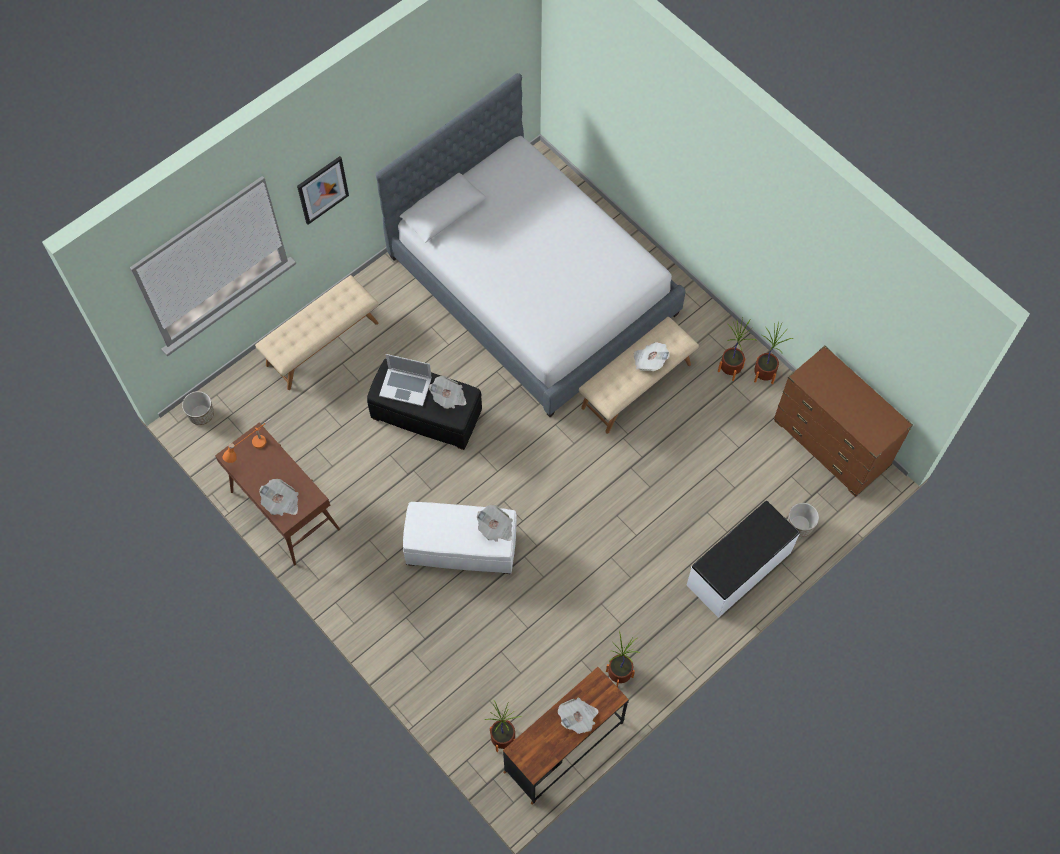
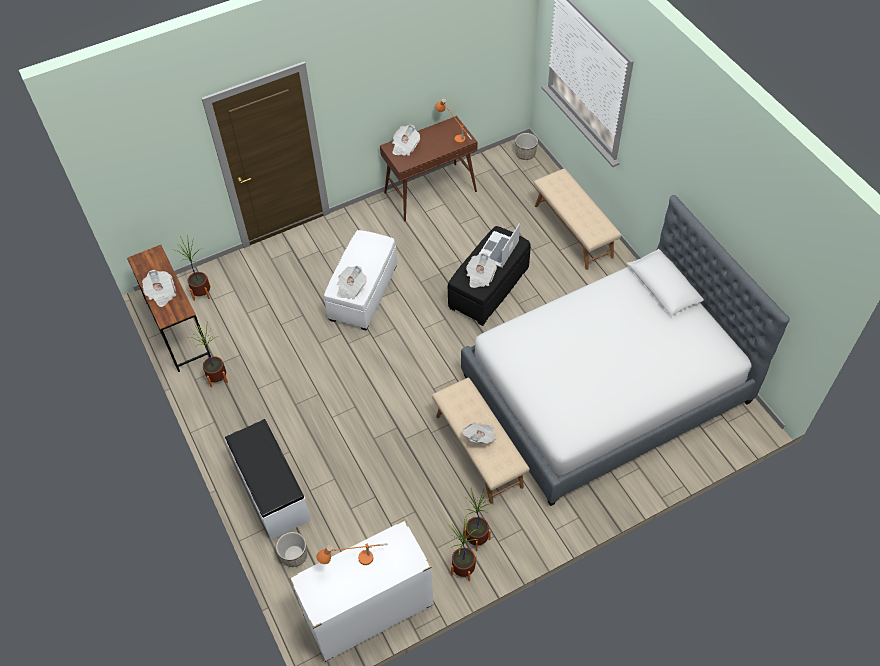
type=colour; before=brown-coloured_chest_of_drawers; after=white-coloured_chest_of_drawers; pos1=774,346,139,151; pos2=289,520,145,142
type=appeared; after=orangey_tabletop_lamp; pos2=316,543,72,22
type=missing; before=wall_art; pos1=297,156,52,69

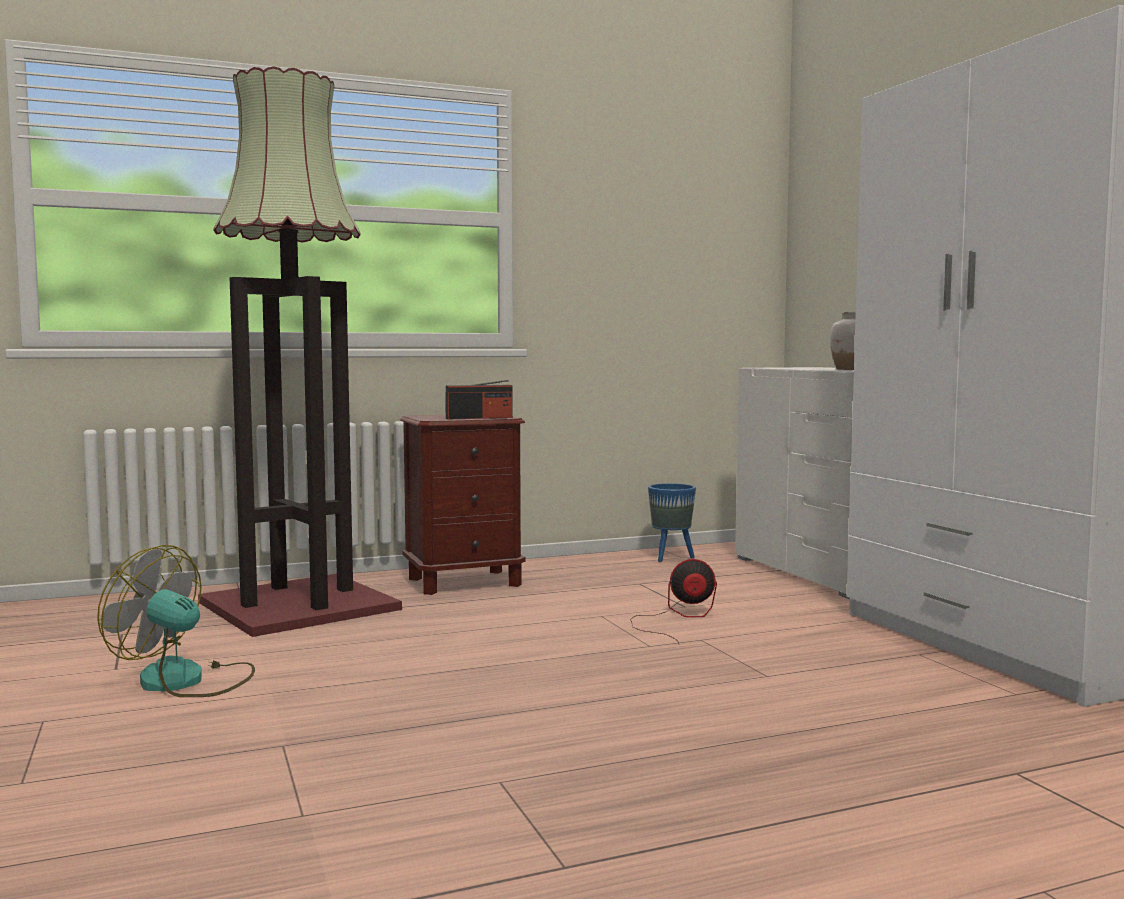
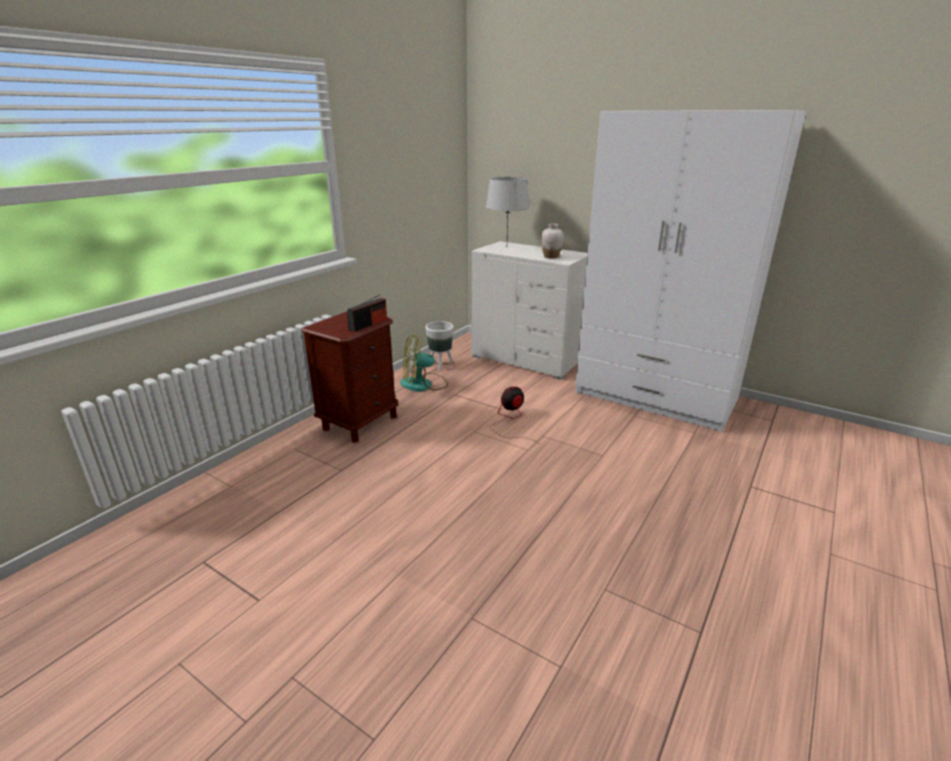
type=relocated; before=electric_fan; pos1=97,545,158,152; pos2=400,335,48,57
type=colour; before=bluish_planter; after=white-coloured_planter; pos1=648,483,48,79; pos2=425,321,29,50
type=appeared; after=gray_tabletop_lamp; pos2=486,177,44,57
type=missing; before=standing_lamp; pos1=198,66,204,571

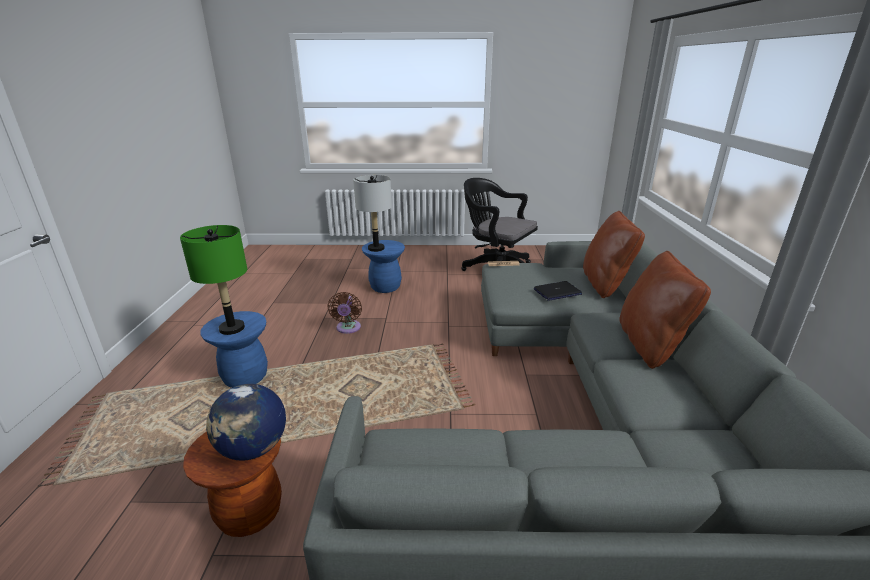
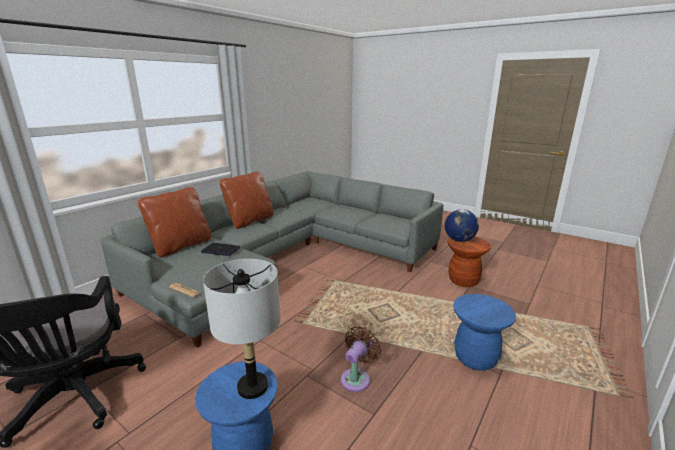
type=missing; before=greenish_tabletop_lamp; pos1=180,225,67,110

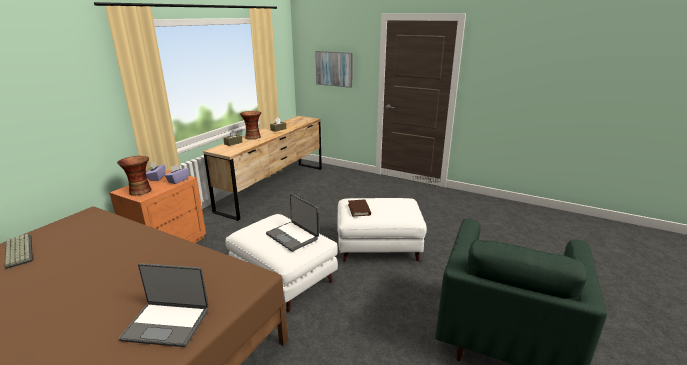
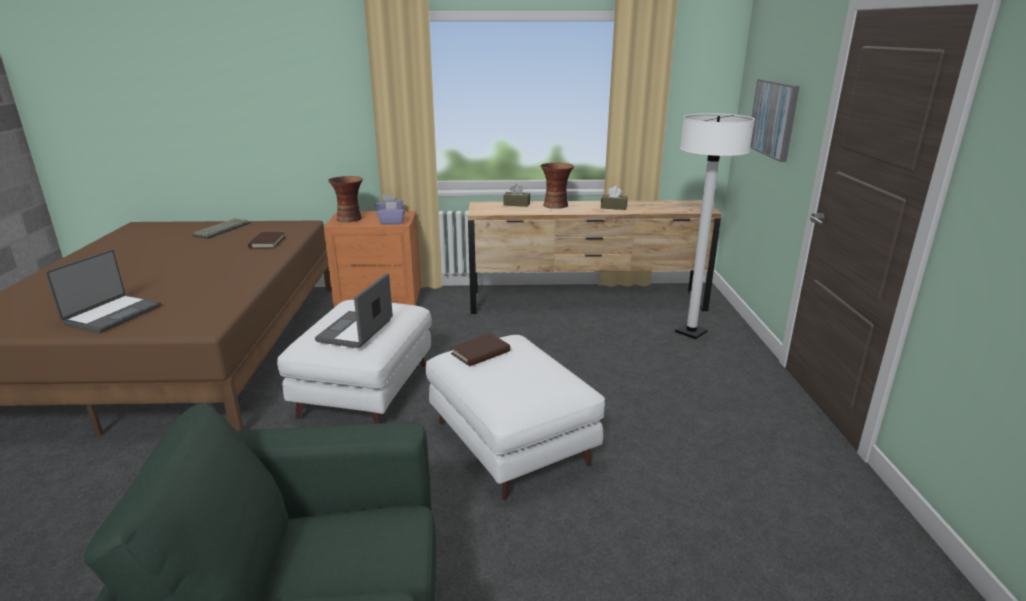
type=spun; before=portable_computer; pos1=119,263,90,84; pos2=45,250,116,83; turn=-135
type=appeared; after=brown-coloured_bound_book; pos2=248,232,37,17
type=appeared; after=white-coloured_standing_lamp; pos2=675,113,80,226

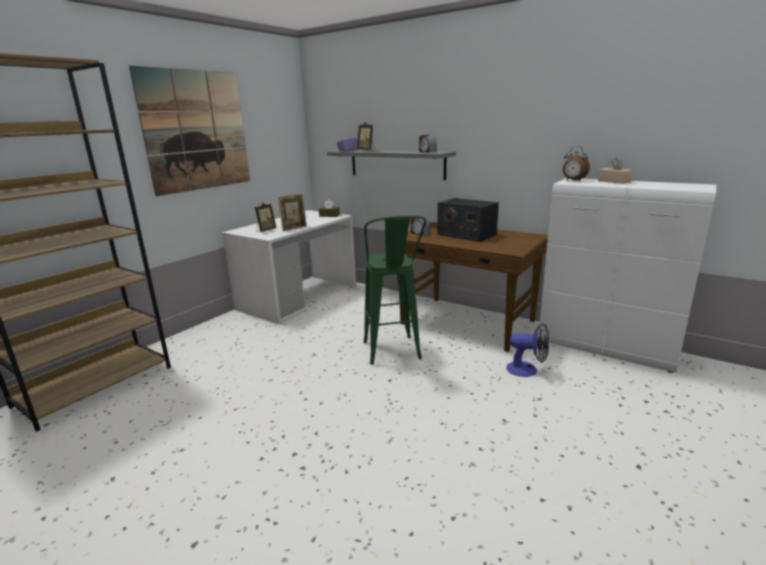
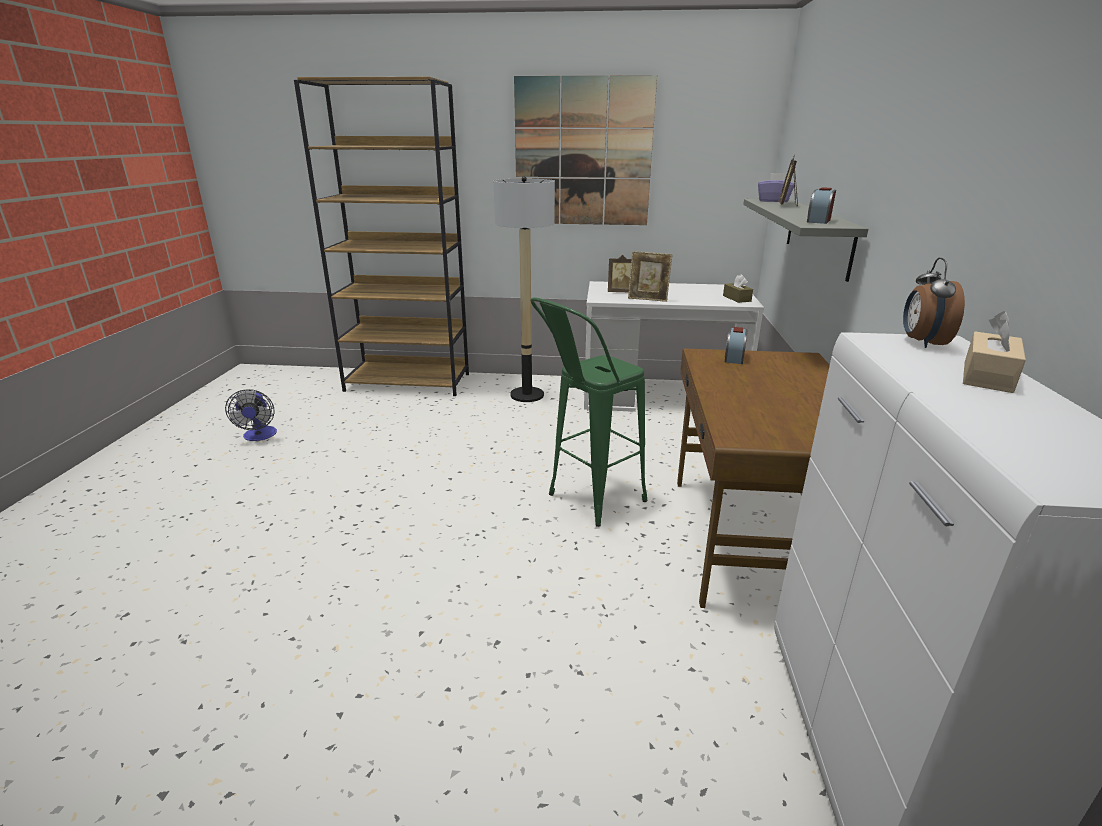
type=relocated; before=electric_fan; pos1=506,323,43,54; pos2=225,389,52,52
type=appeared; after=standing_lamp; pos2=493,176,62,226
type=missing; before=radio; pos1=437,198,62,44

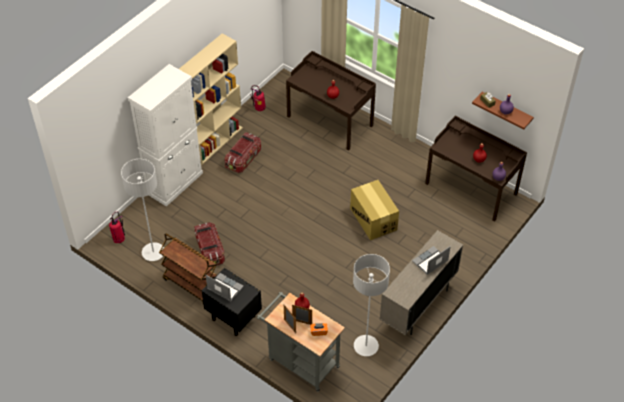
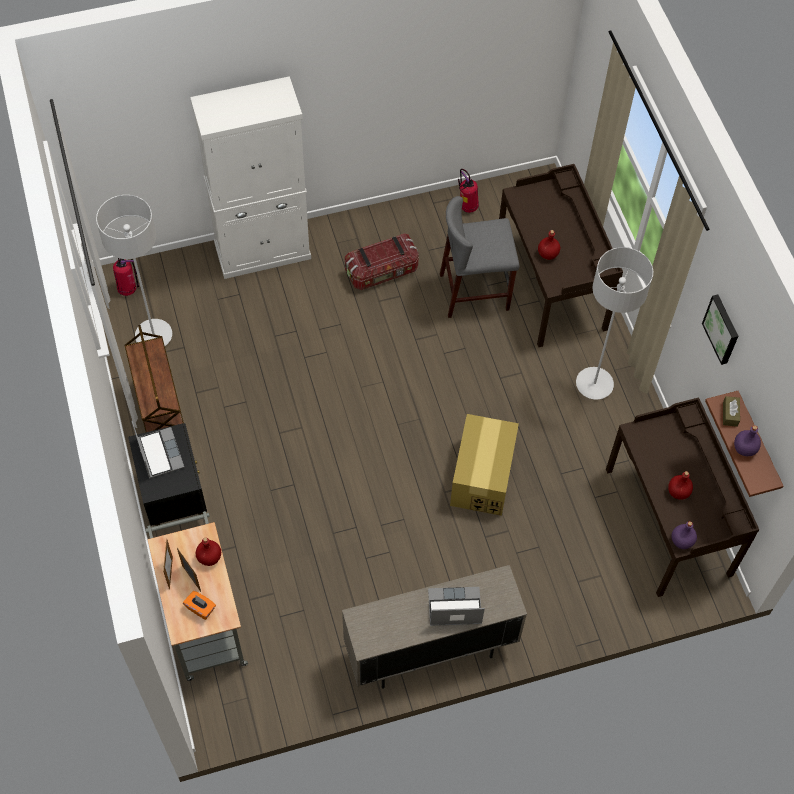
type=appeared; after=gray_sitting_stool; pos2=440,196,79,122
type=relocated; before=gray_standing_lamp; pos1=353,254,37,102; pos2=576,247,77,153
type=appeared; after=wall_art; pos2=702,295,36,70
type=missing; before=beige-coloured_bookshelf; pos1=179,34,64,131
type=missing; before=storage_bin; pos1=194,222,31,43

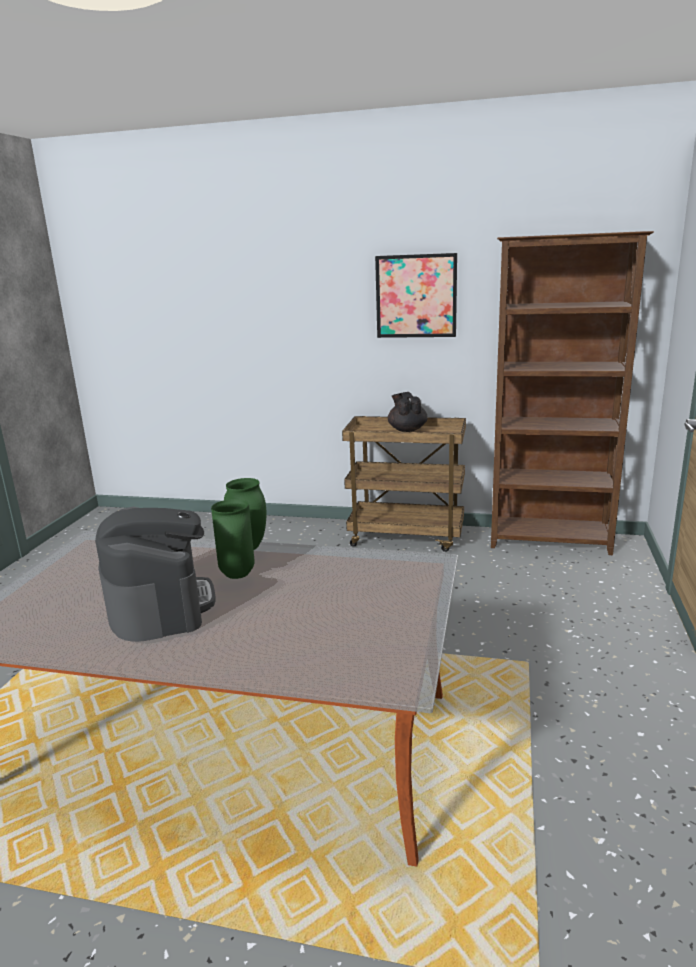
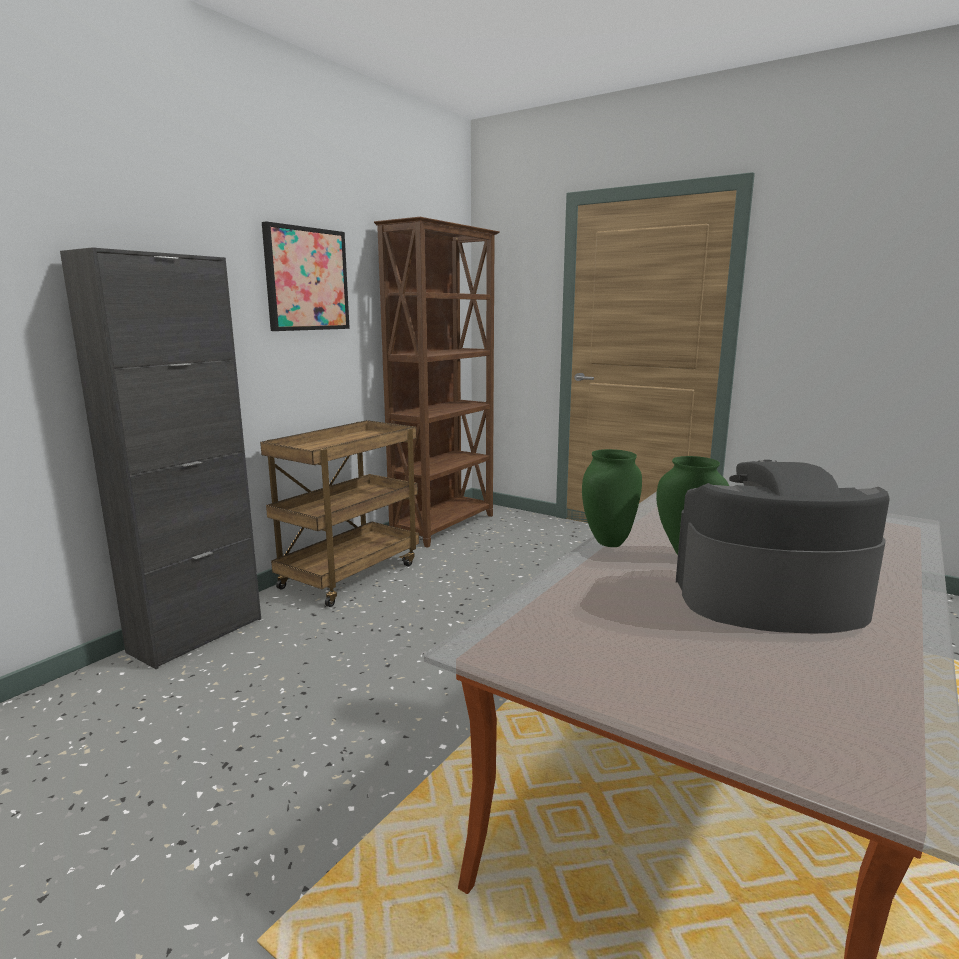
type=appeared; after=black-coloured_cupboard; pos2=60,247,201,422
type=missing; before=black-coloured_teapot; pos1=388,392,40,40

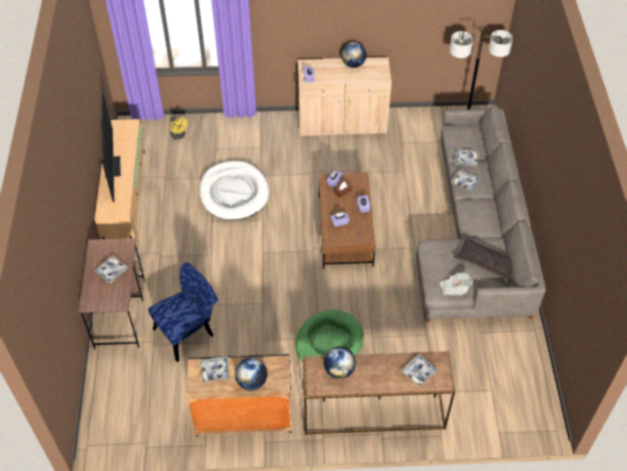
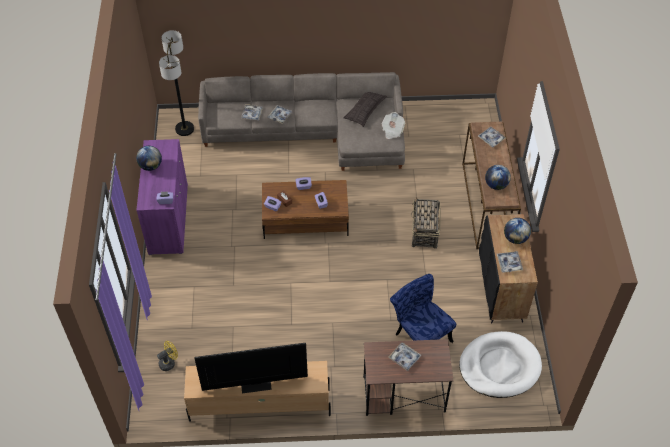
type=colour; before=beige-coloured_cupboard; after=purple-coloured_cupboard; pos1=298,57,94,79; pos2=136,139,52,116
type=exchanged; before=greenish_dog_bed; after=basket; pos1=295,310,69,52; pos2=411,197,30,52
type=relocated; before=white-coloured_dog_bed; pos1=199,161,70,59; pos2=459,331,83,67

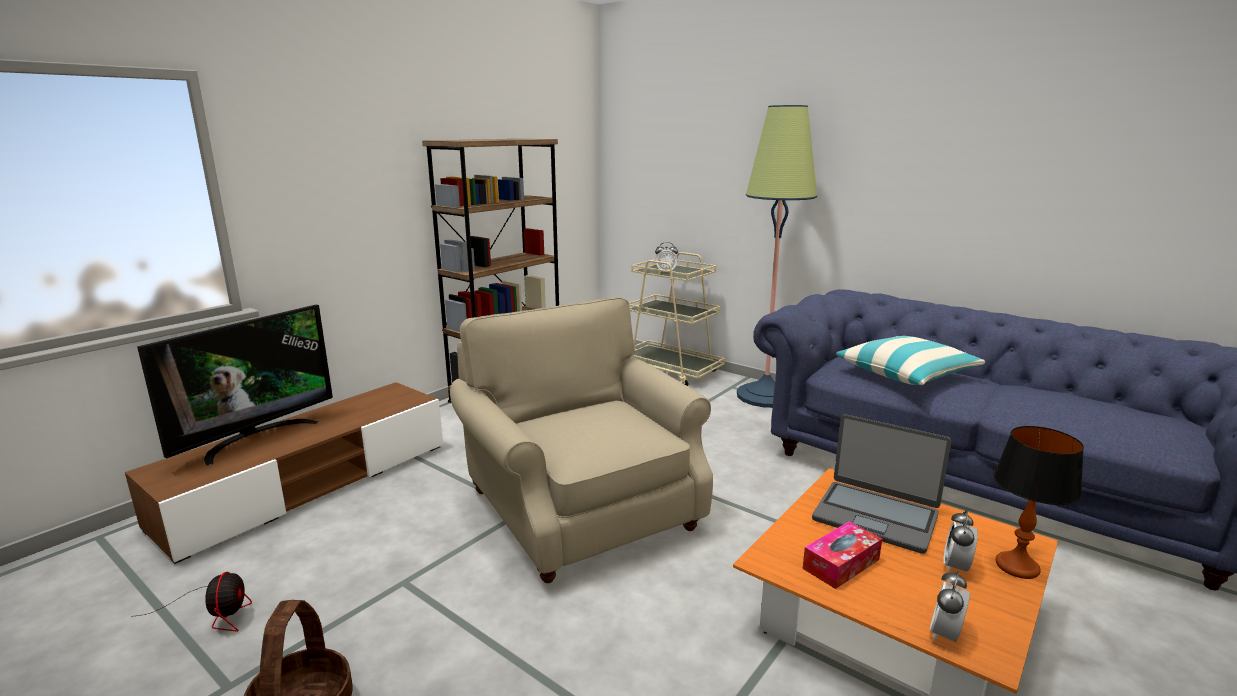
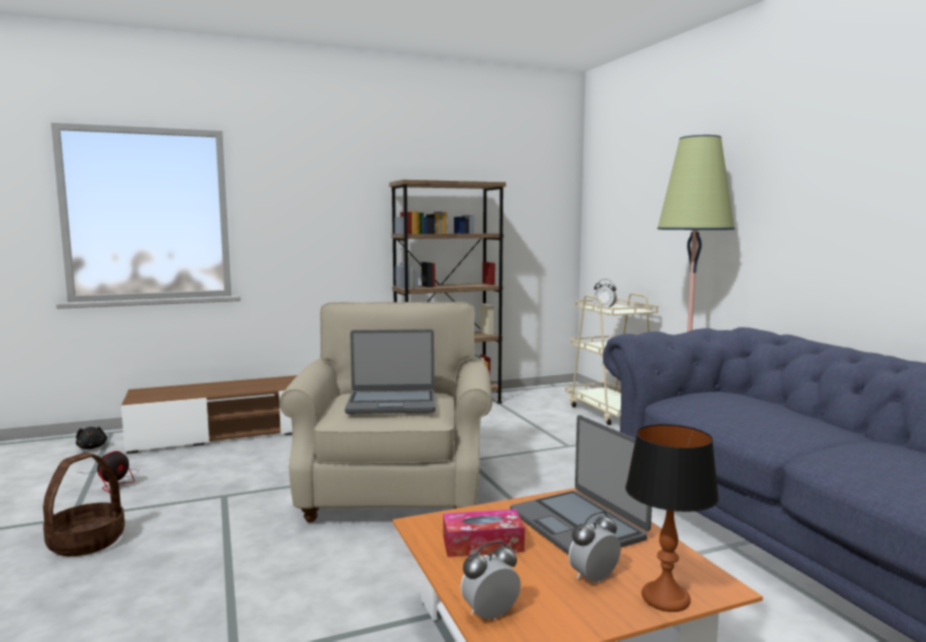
type=appeared; after=black-coloured_cuddly_toy; pos2=76,427,31,22
type=appeared; after=portable_computer; pos2=345,329,91,85
type=missing; before=TV; pos1=137,305,196,161
type=missing; before=cushion; pos1=836,336,149,49

